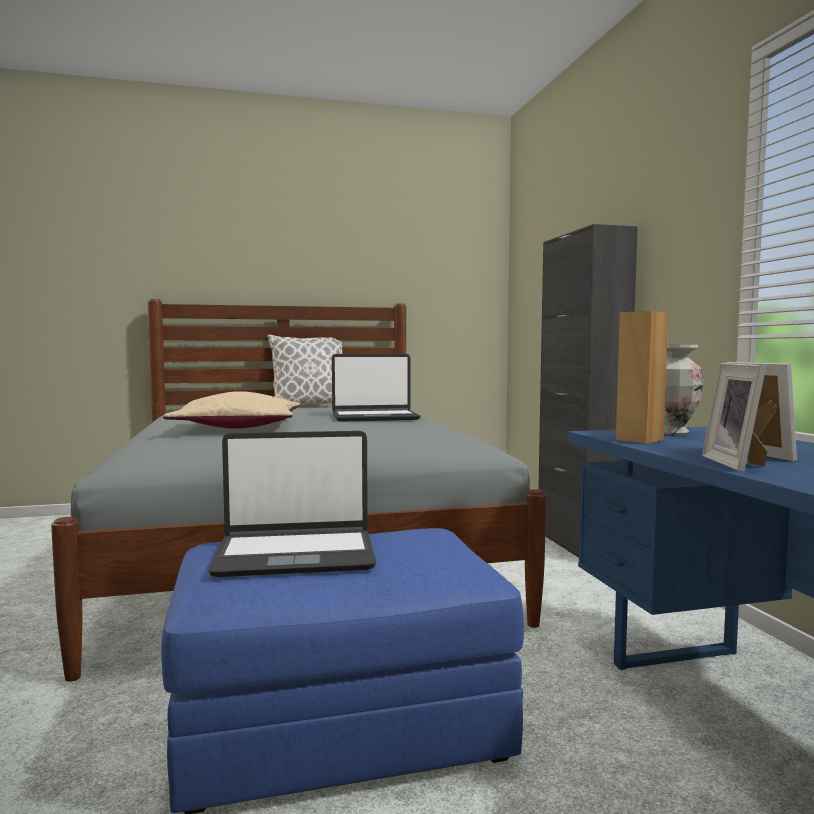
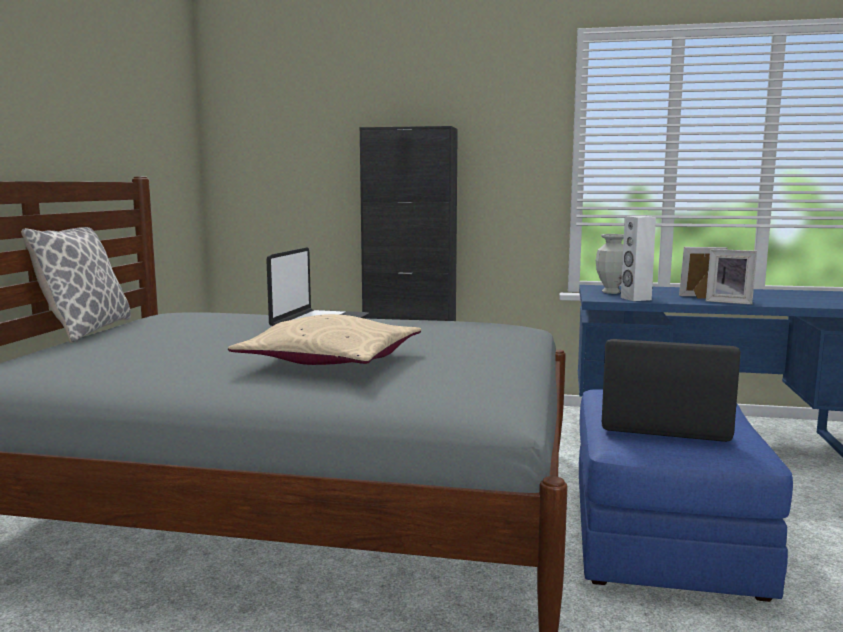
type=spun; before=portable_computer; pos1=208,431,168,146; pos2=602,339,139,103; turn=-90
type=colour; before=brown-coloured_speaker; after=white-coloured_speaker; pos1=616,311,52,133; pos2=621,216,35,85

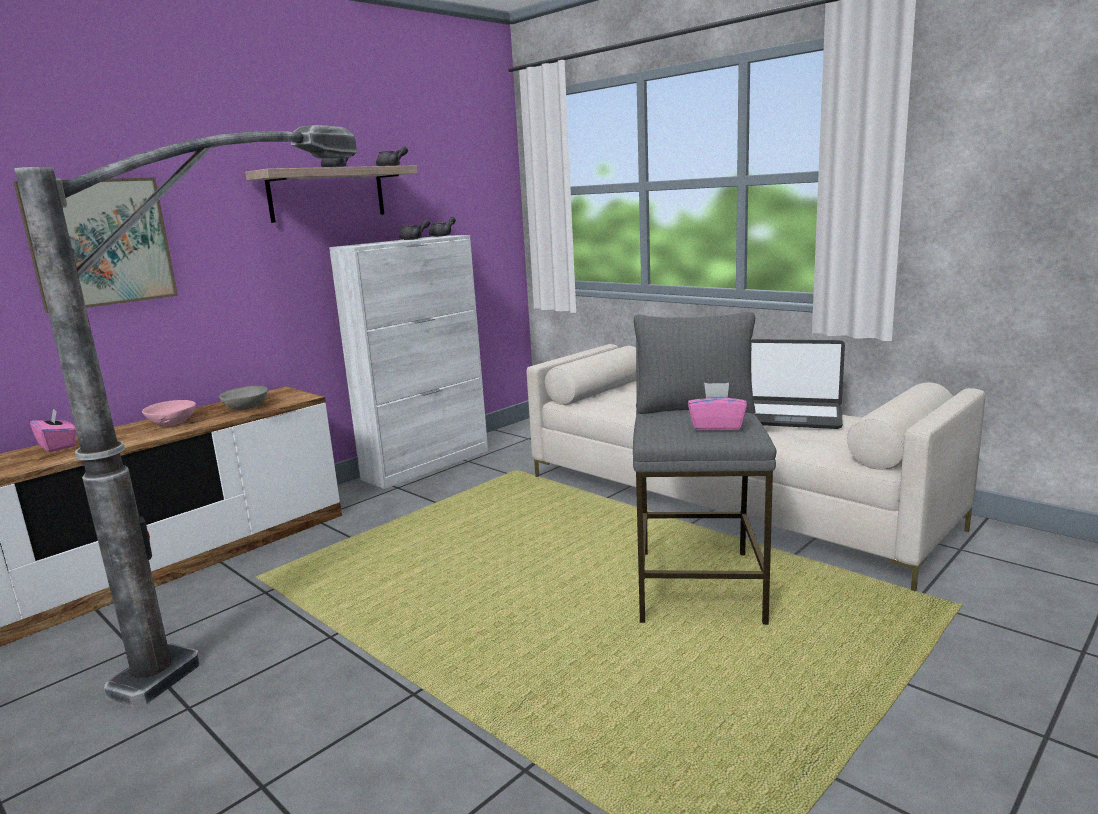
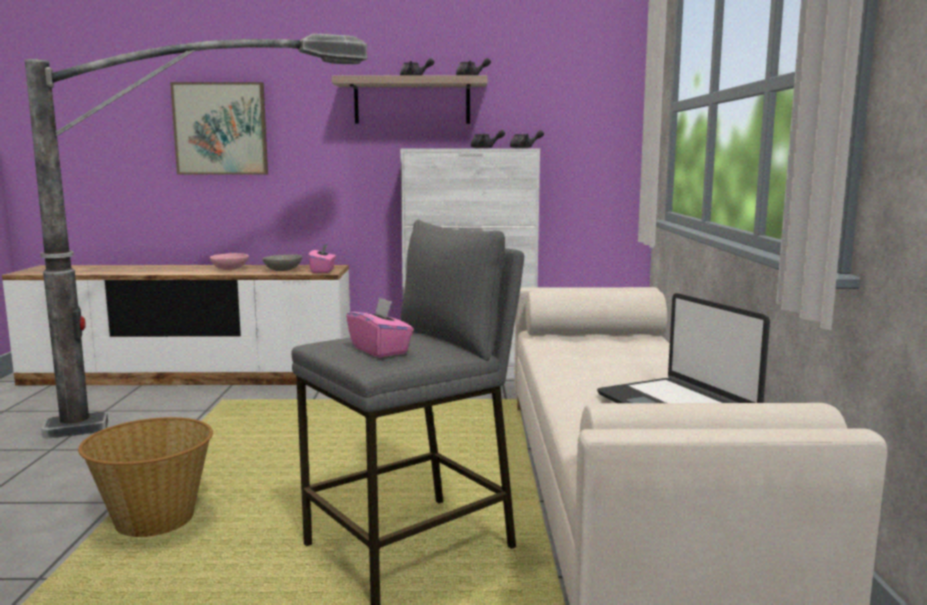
type=appeared; after=basket; pos2=78,417,135,120
type=relocated; before=pink-coloured_box_of_tissues; pos1=30,409,46,43; pos2=308,244,28,29

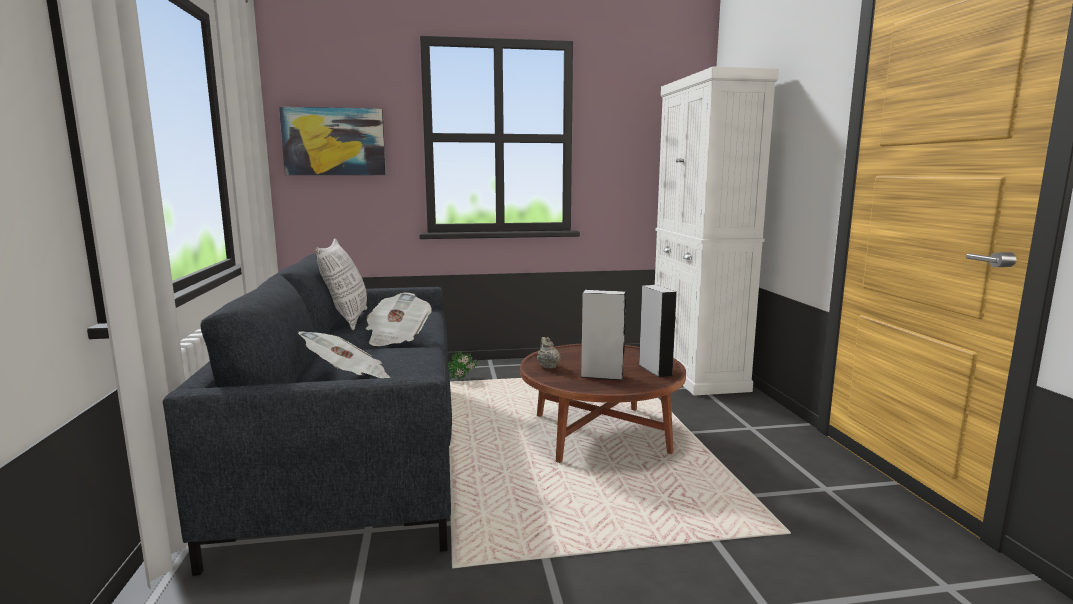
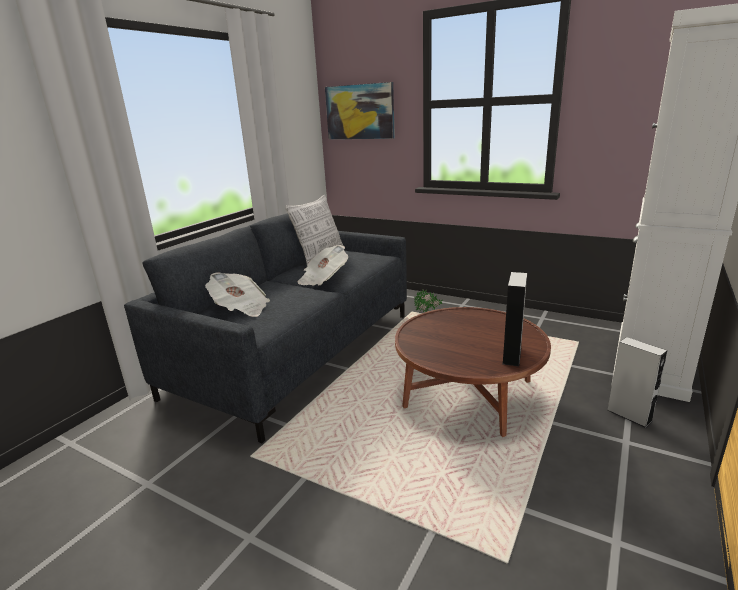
type=relocated; before=gray_speaker; pos1=581,290,45,90; pos2=607,337,60,91
type=missing; before=beige-coloured_teapot; pos1=537,337,24,32

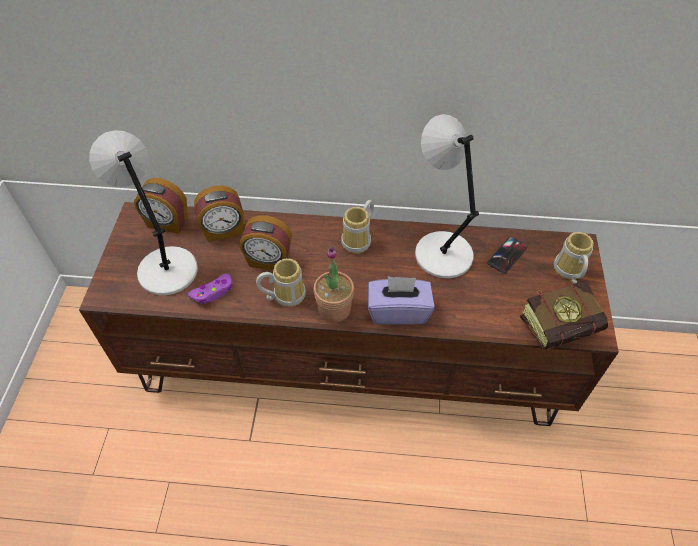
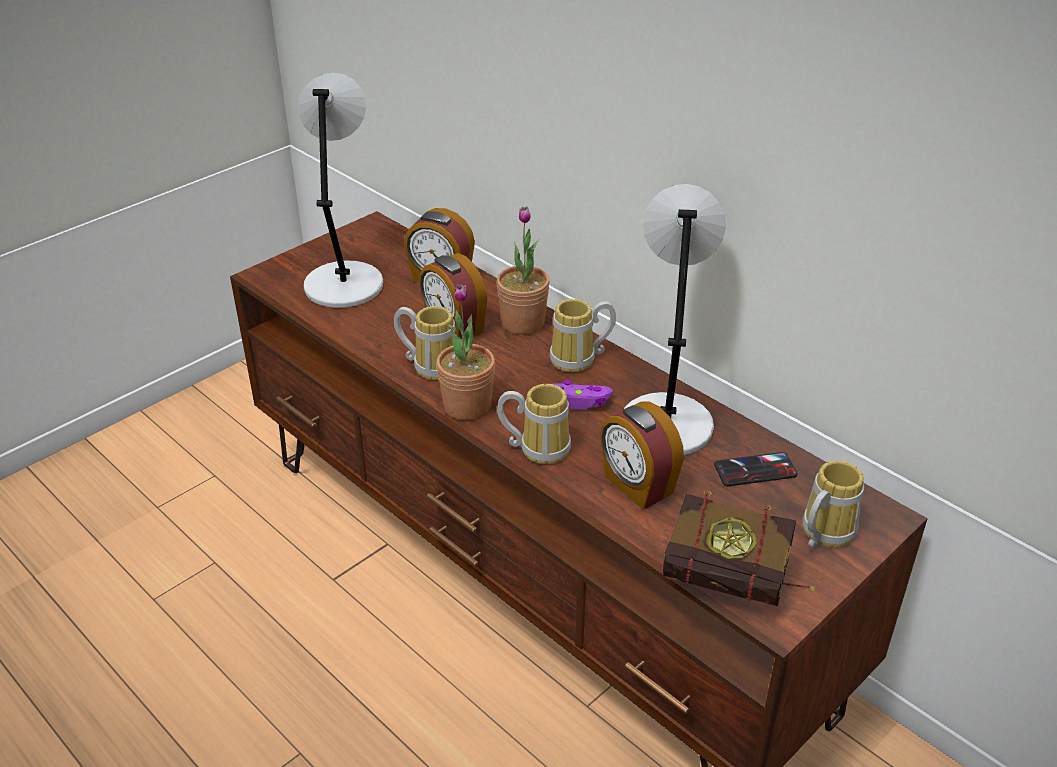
type=appeared; after=potted_plant; pos2=496,206,54,129
type=exchanged; before=purple-coloured_box_of_tissues; after=mug; pos1=368,276,67,49; pos2=497,384,74,80
type=relocated; before=purple-coloured_game_controller; pos1=188,274,44,30; pos2=554,380,59,29
type=relocated; before=bedside_clock; pos1=134,178,54,56; pos2=600,401,84,109

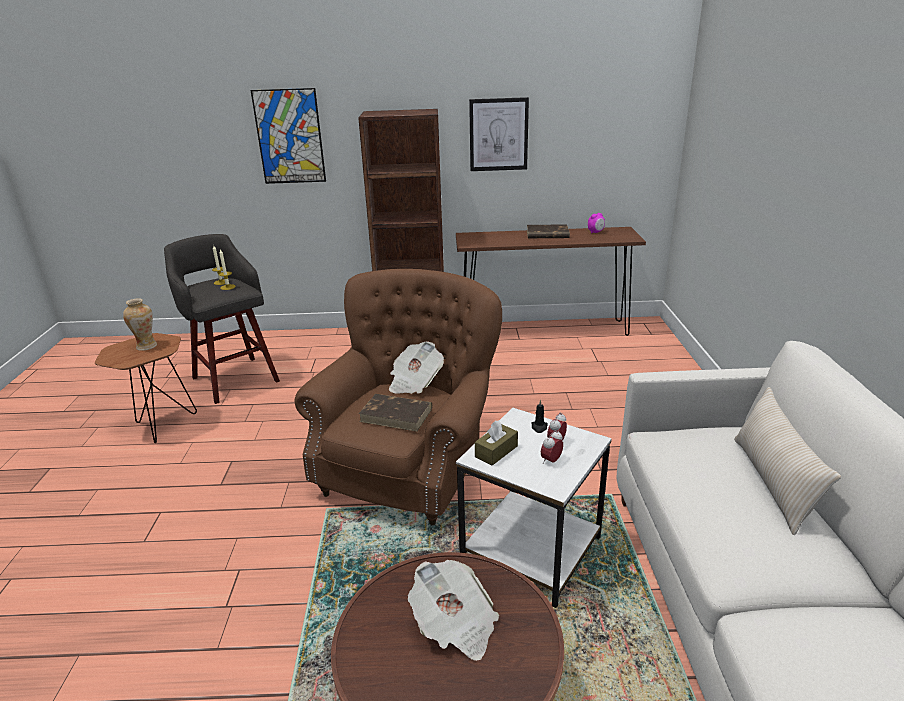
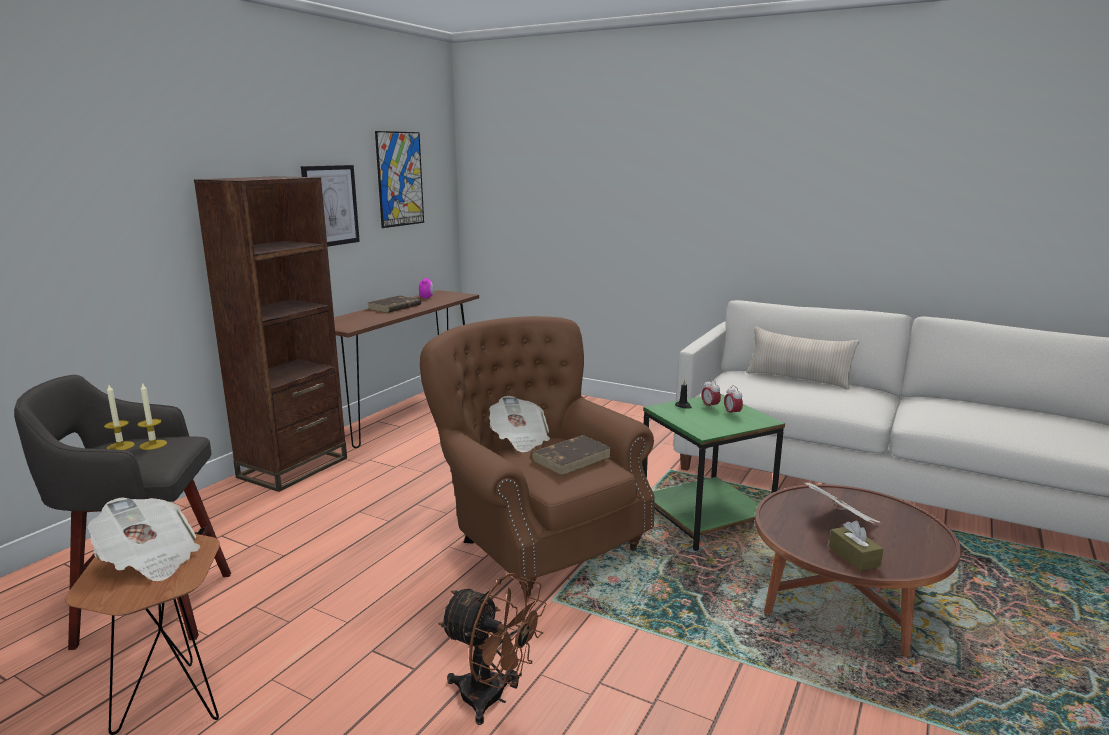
type=exchanged; before=decorative_vase; after=daily_paper; pos1=123,298,34,53; pos2=87,497,113,84
type=relocated; before=wall_art; pos1=251,88,75,96; pos2=375,131,49,97
type=appeared; after=brown-coloured_electric_fan; pos2=438,573,109,152
type=colour; before=white-coloured_accent_table; after=greenish_accent_table; pos1=456,408,156,200; pos2=642,393,143,158
type=relocated; before=brown-coloured_box_of_tissues; pos1=475,420,43,46; pos2=829,521,54,50

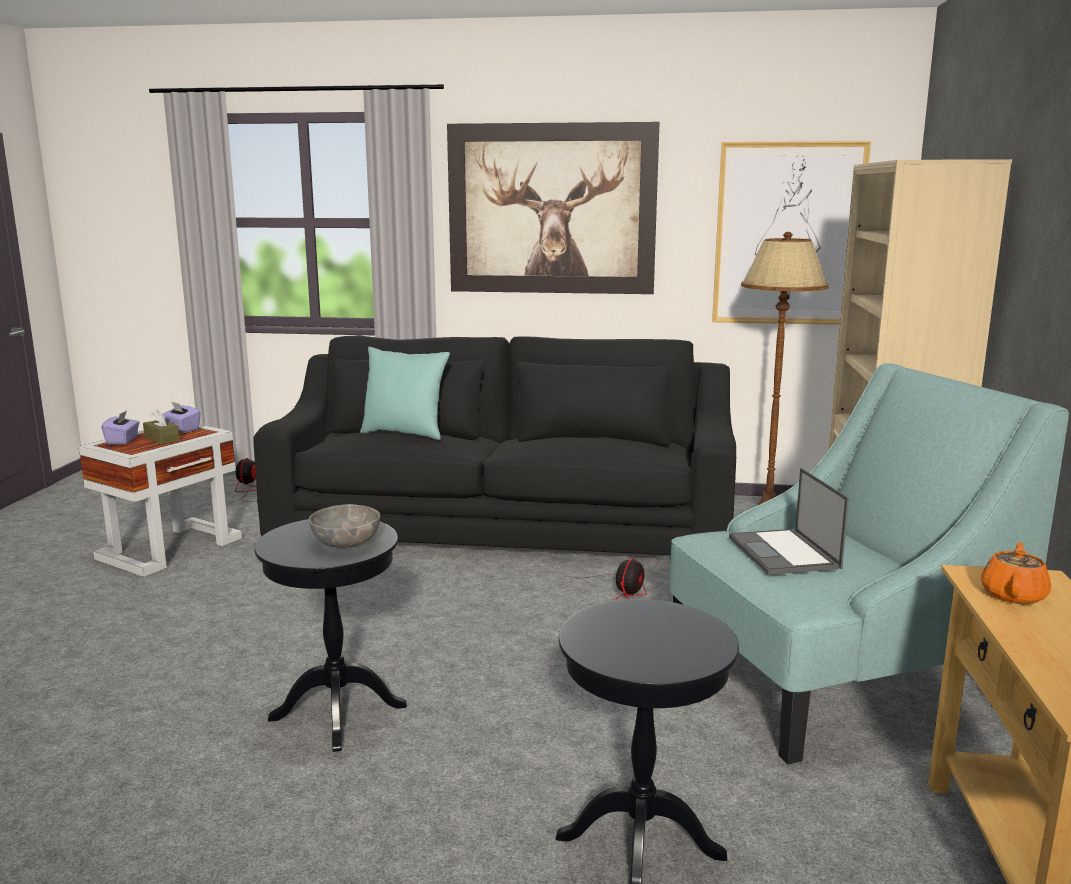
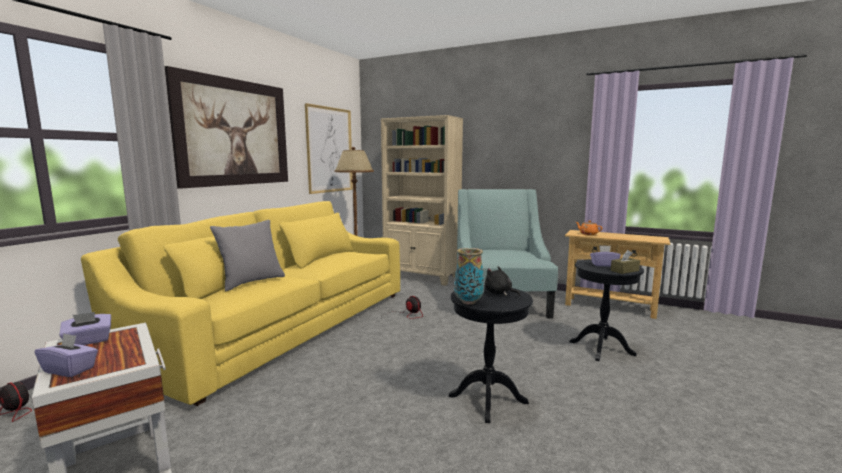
type=colour; before=black-coloured_couch; after=yellow-coloured_couch; pos1=253,335,483,220; pos2=81,201,319,205
type=colour; before=turquoise-coloured_cushion; after=gray_cushion; pos1=360,347,90,93; pos2=210,220,75,71
type=appeared; after=decorative_vase; pos2=454,248,31,57
type=exchanged; before=gray_bowl; after=black-coloured_cuddly_toy; pos1=308,504,72,44; pos2=485,266,35,30
type=appeared; after=purple-coloured_box_of_tissues; pos2=590,245,31,22
type=relocated; before=brown-coloured_box_of_tissues; pos1=143,409,37,36; pos2=611,250,29,24
type=missing; before=portable_computer; pos1=729,468,120,107

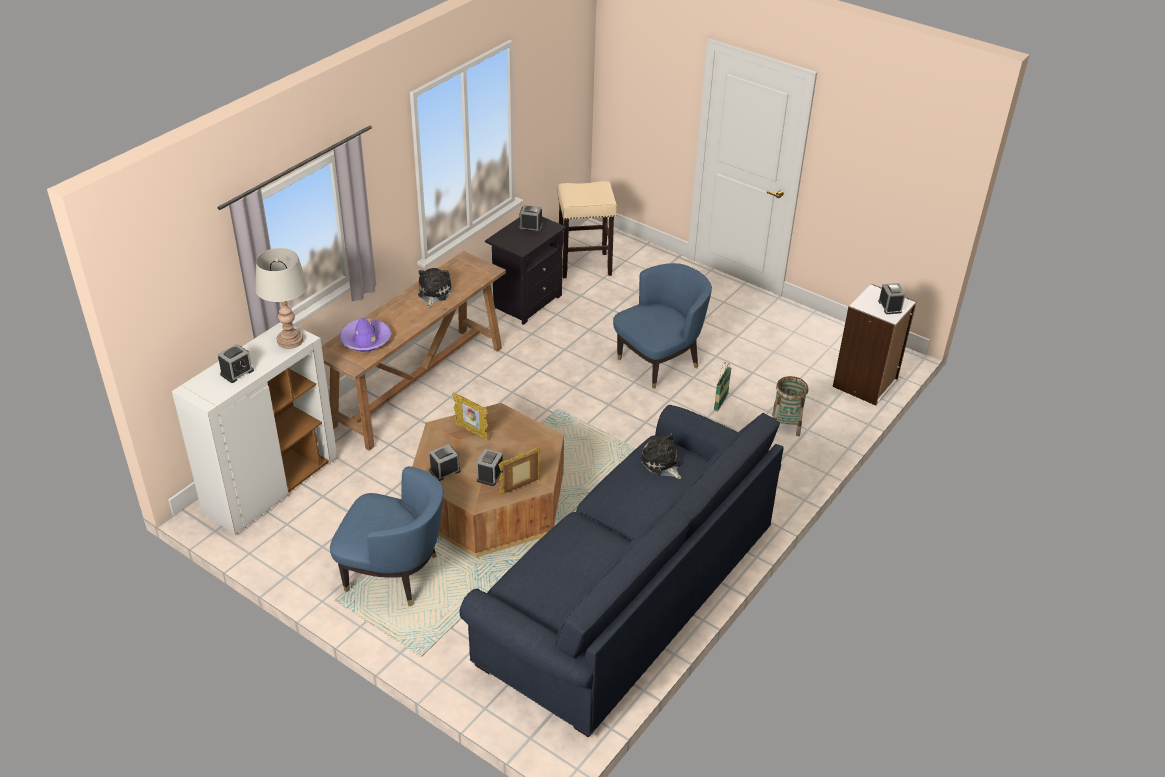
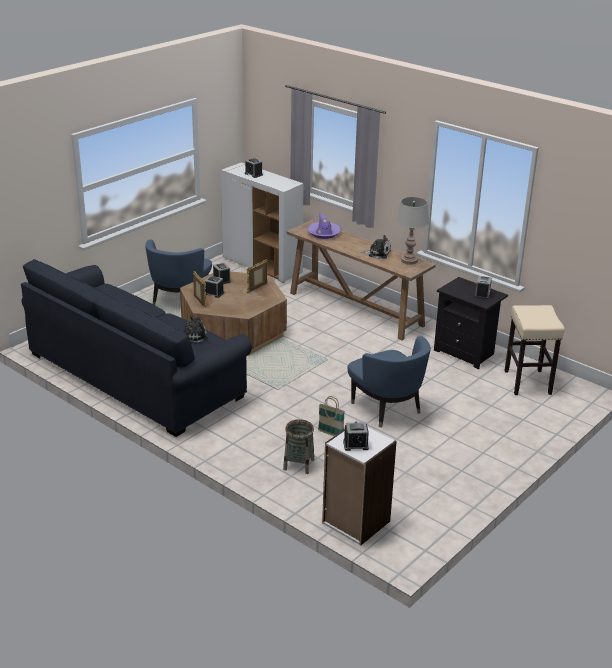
type=relocated; before=gray_tabletop_lamp; pos1=255,248,53,101; pos2=396,197,33,68

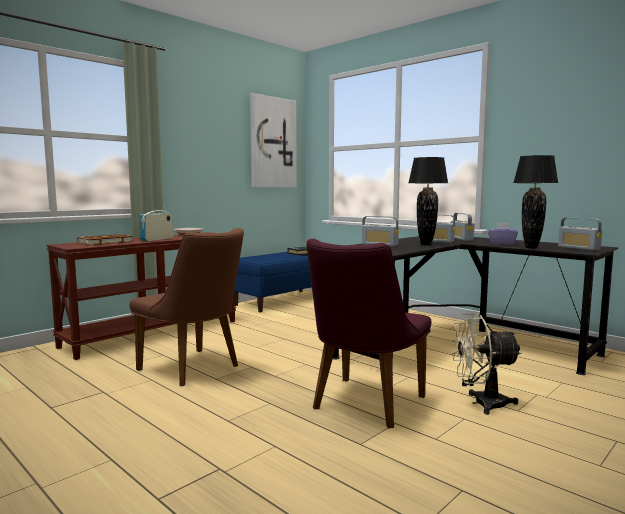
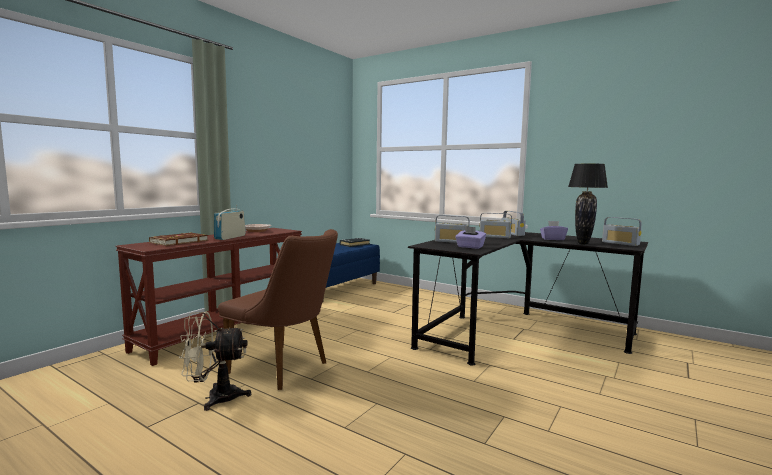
type=relocated; before=beige-coloured_electric_fan; pos1=451,313,71,102; pos2=179,311,72,100
type=appeared; after=purple-coloured_box_of_tissues; pos2=455,226,31,23
type=missing; before=wall_art; pos1=250,93,47,94
type=missing; before=purple-coloured_upright_chair; pos1=306,239,125,189
type=missing; before=black-coloured_tabletop_lamp; pos1=409,157,39,88

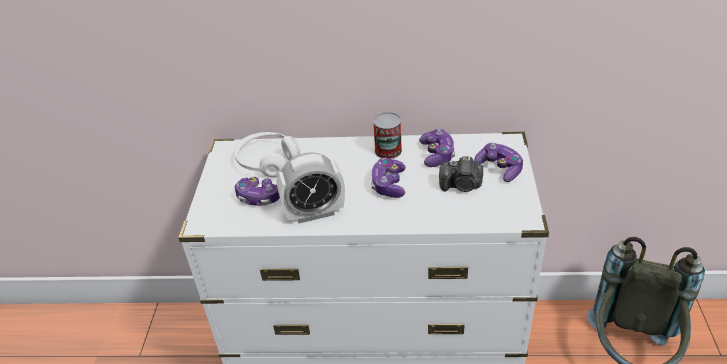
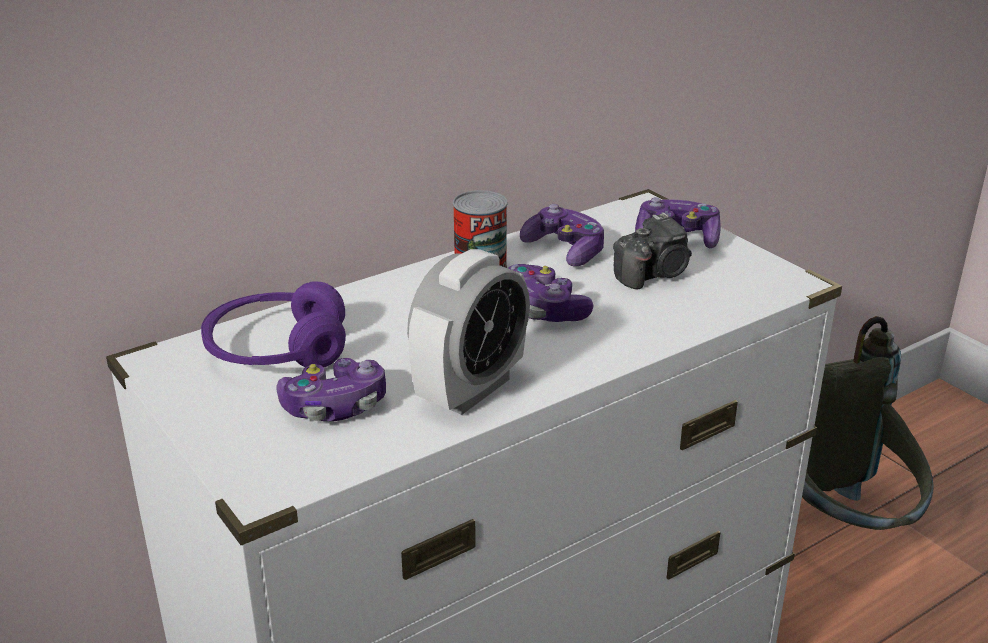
type=colour; before=white-coloured_headphones; after=purple-coloured_headphones; pos1=234,132,66,46; pos2=201,281,145,86

